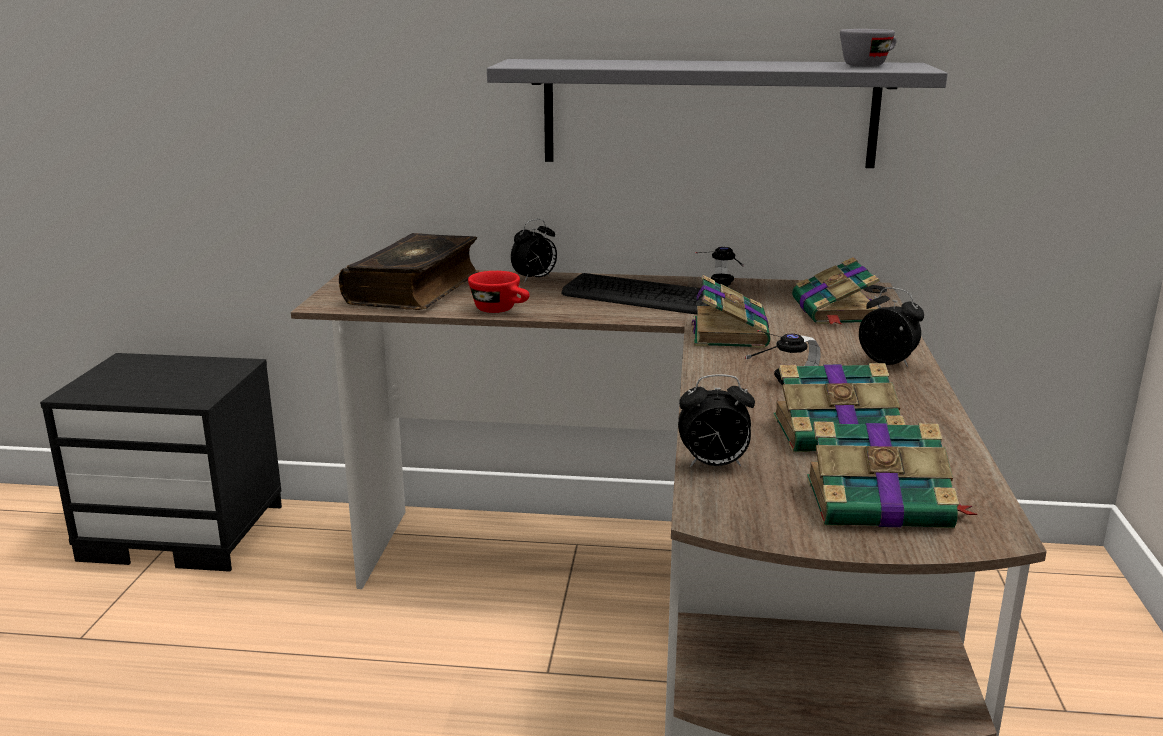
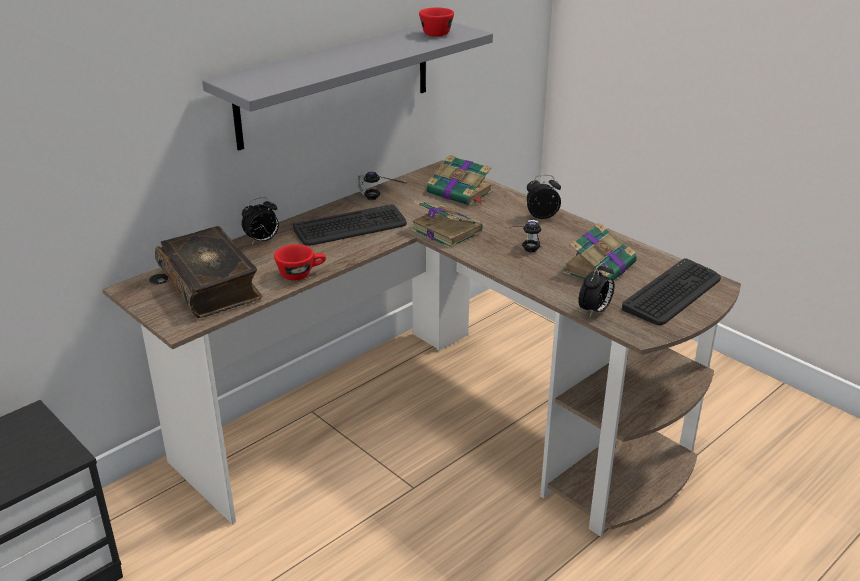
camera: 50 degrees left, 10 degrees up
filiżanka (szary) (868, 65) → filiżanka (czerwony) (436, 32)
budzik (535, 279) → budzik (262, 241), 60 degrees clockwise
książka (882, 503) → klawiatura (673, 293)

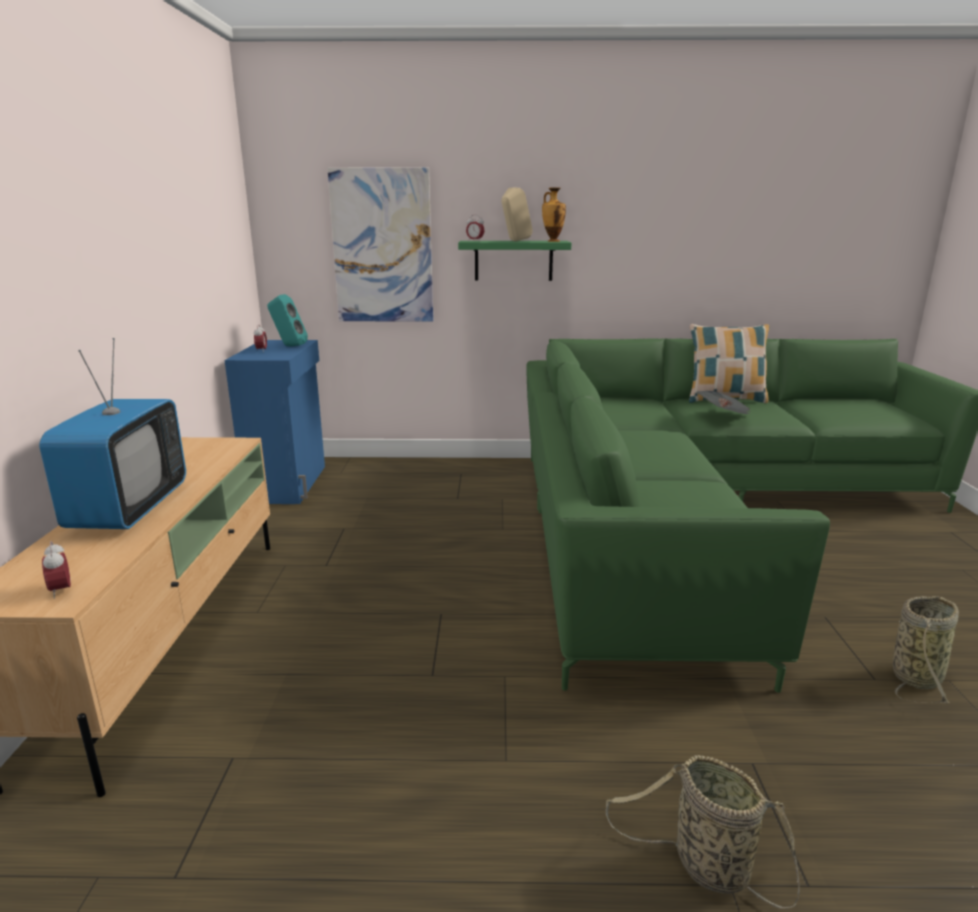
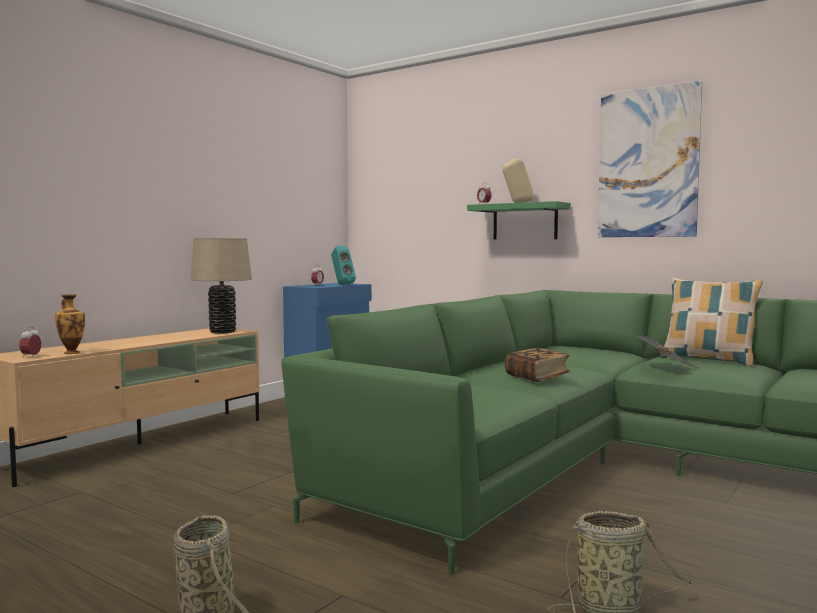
camera: 35 degrees right, 15 degrees down
obraz (382, 247) → obraz (647, 163), move
wazon (552, 241) → wazon (71, 352), move
telewizor (129, 508) → -
- → lampa stołowa (beżowy) (222, 332)
- → książka (536, 378)

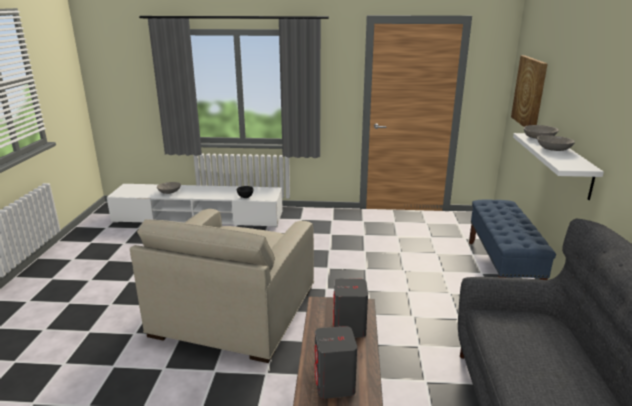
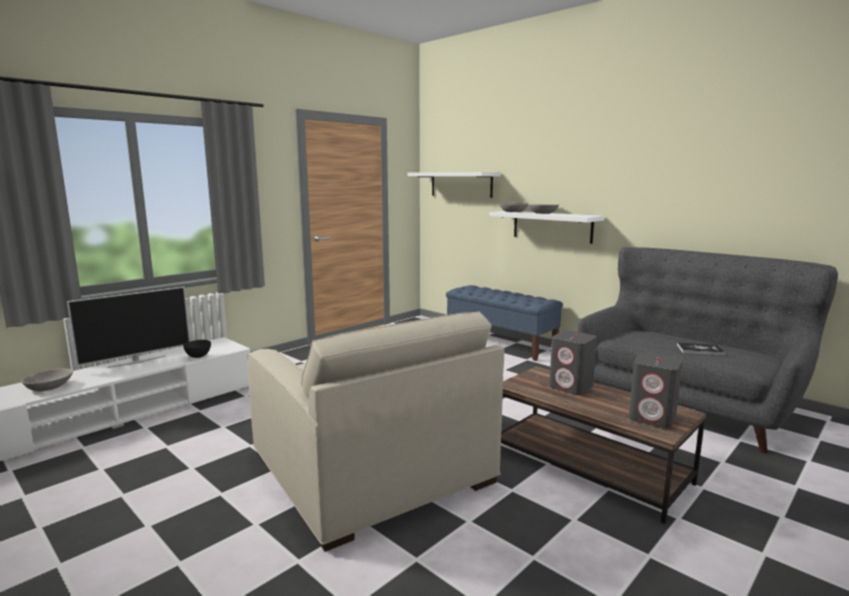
camera: 50 degrees left, 10 degrees down
obraz (529, 92) → półka (biały) (461, 184)
- → telewizor (137, 361)
- → książka (700, 350)

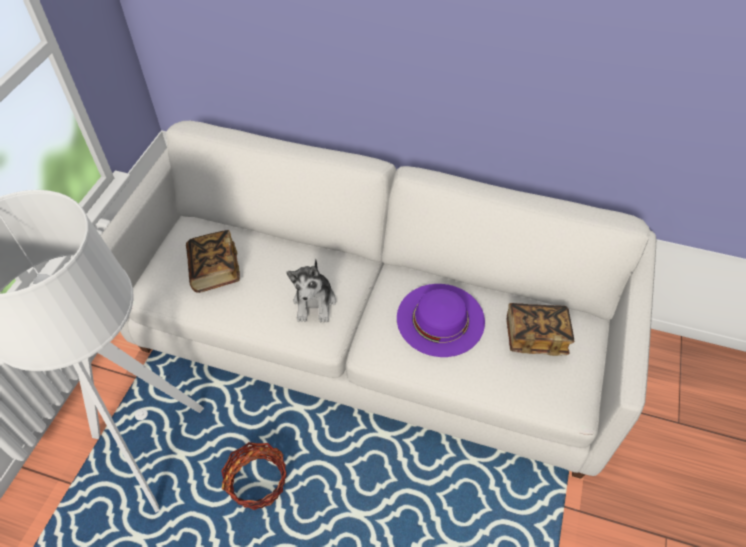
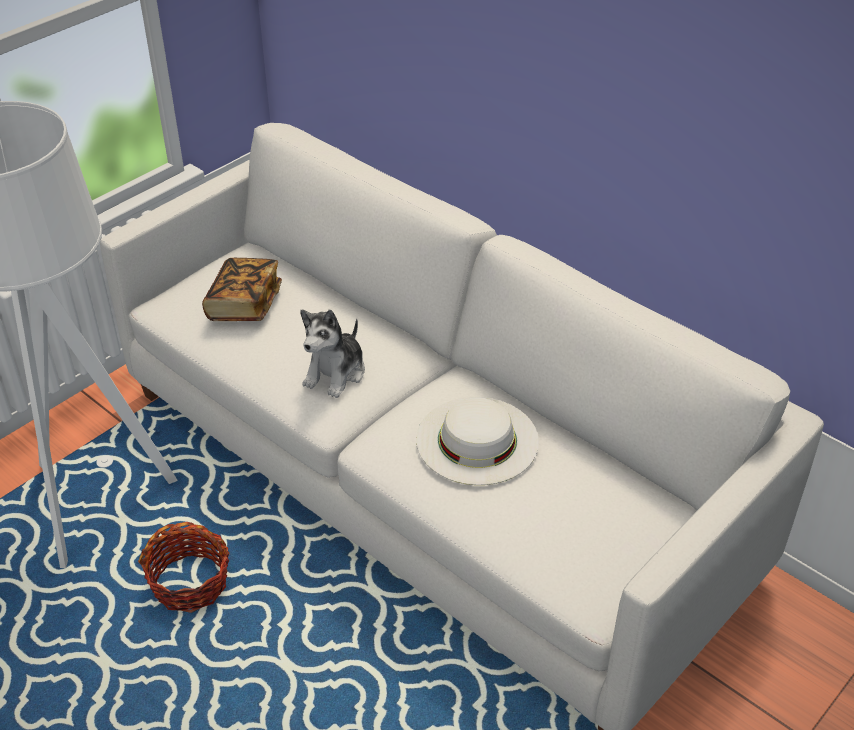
camera: 25 degrees right, 10 degrees down
kapelusz (fioletowy) (440, 319) → kapelusz (biały) (477, 440)
książka (535, 336) → -

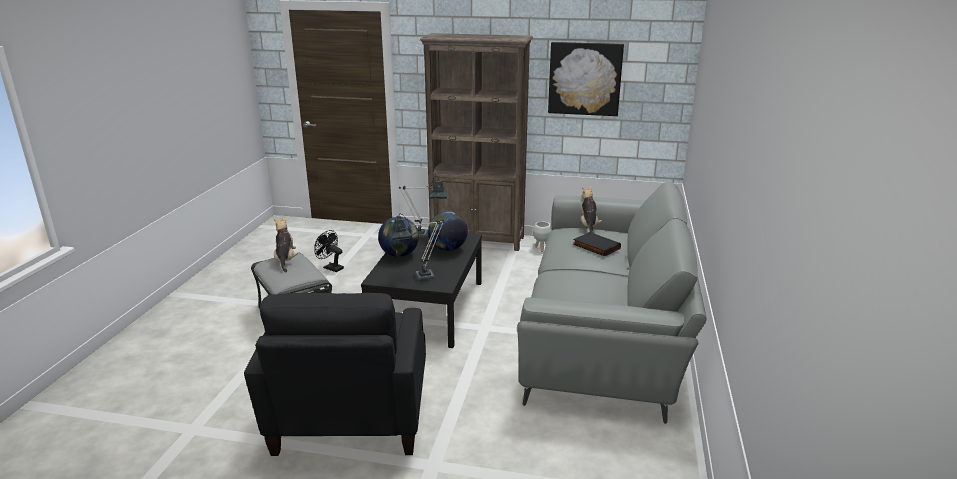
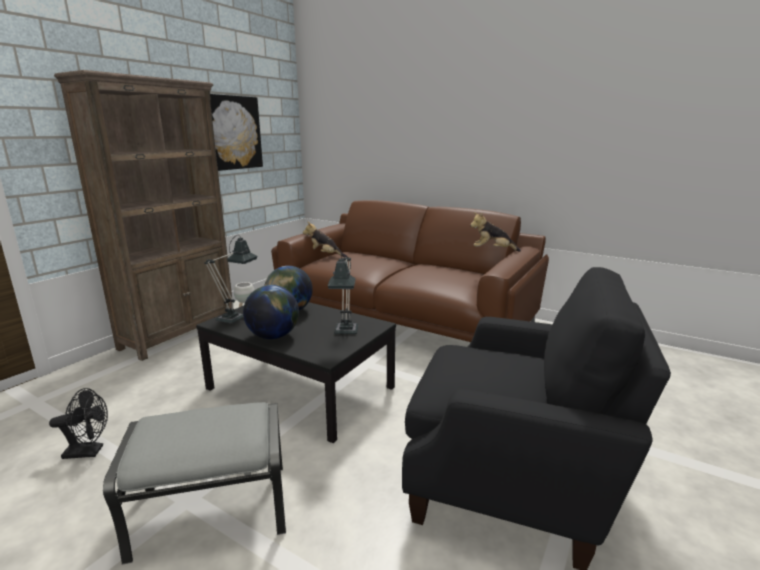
camera: 70 degrees left, 5 degrees down
kanapa (szary) (605, 328) → kanapa (brązowy) (405, 317)
pluszak (285, 260) → pluszak (492, 251), move
wentylator (czarny) (331, 268) → wentylator (czarny) (89, 451), 150 degrees counterclockwise
książka (czarny) (595, 247) → -

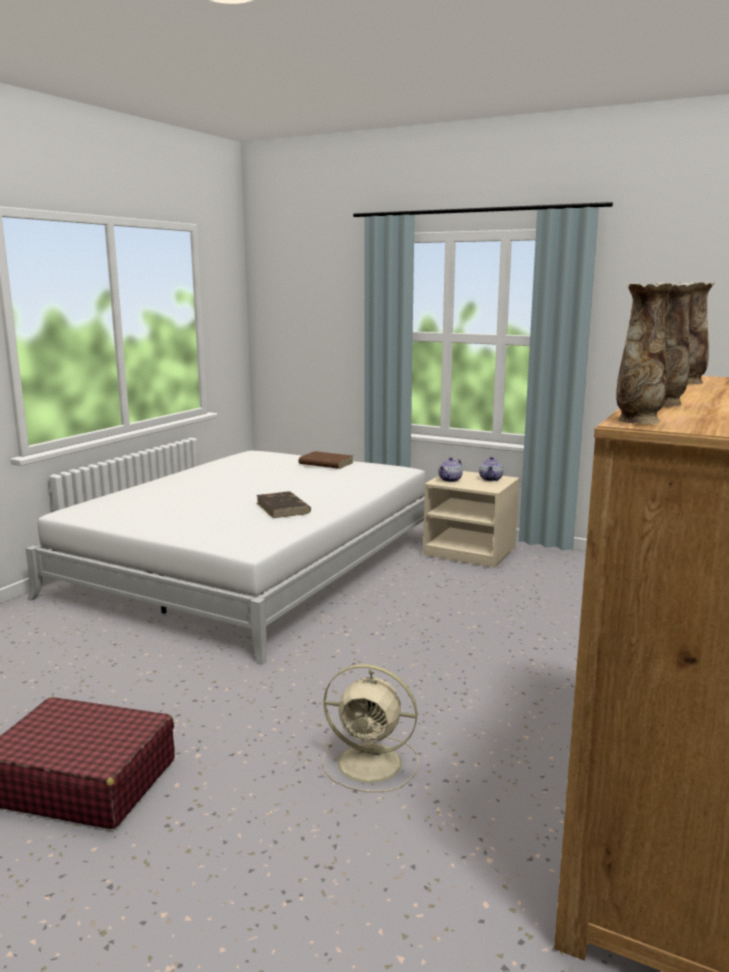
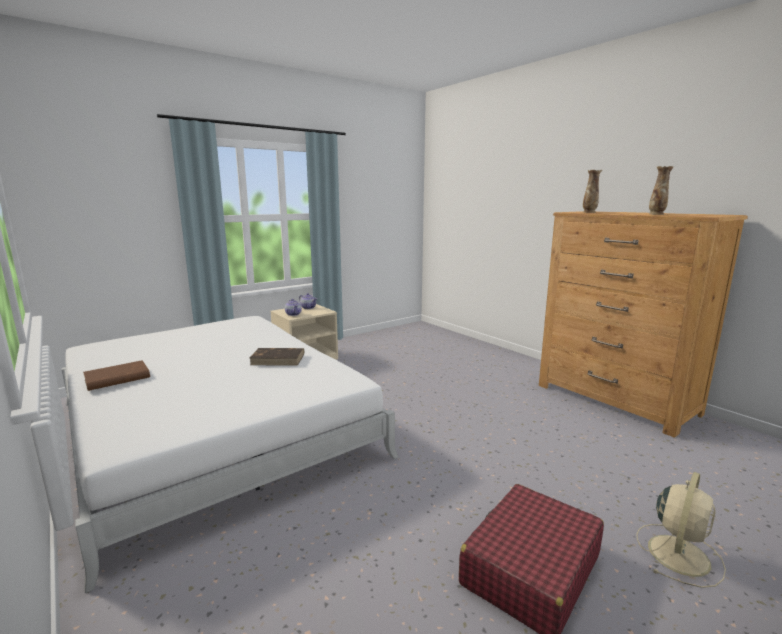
camera: 65 degrees left, 0 degrees up
wazon (638, 421) → -
książka (brązowy) (325, 463) → książka (brązowy) (117, 379), move
wentylator (beżowy) (372, 763) → wentylator (beżowy) (679, 553), move

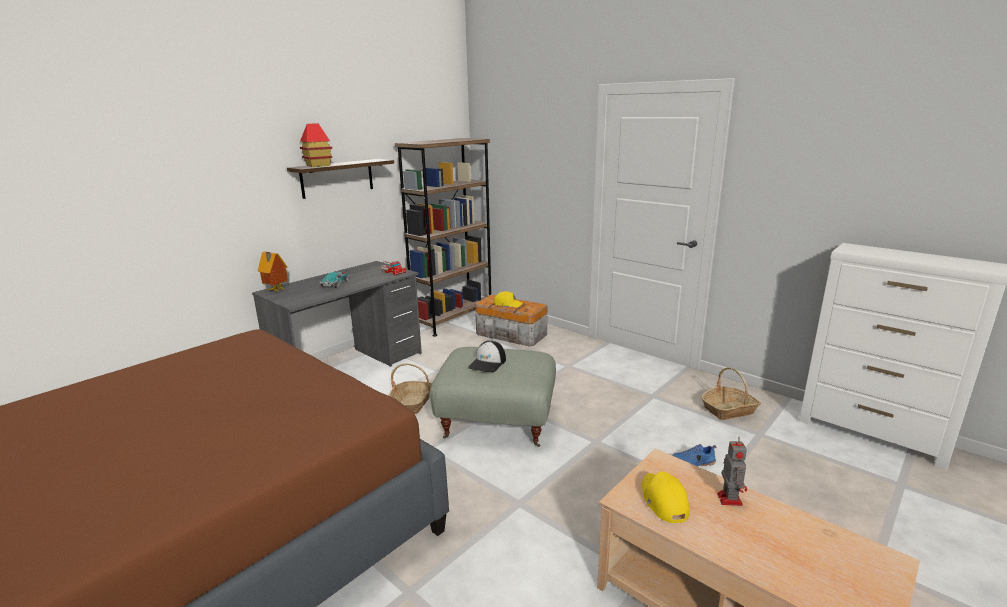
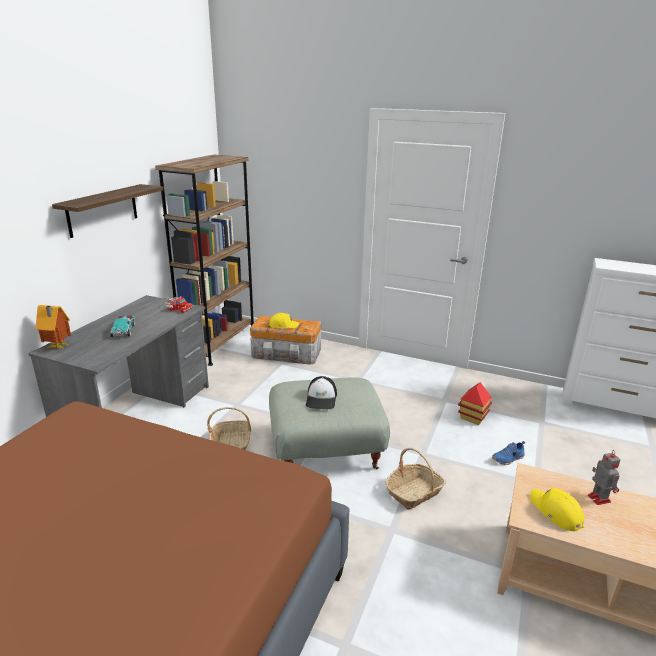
camera: 20 degrees left, 5 degrees up
domek (318, 165) → domek (472, 417), move
koszyk (729, 410) → koszyk (414, 492), move

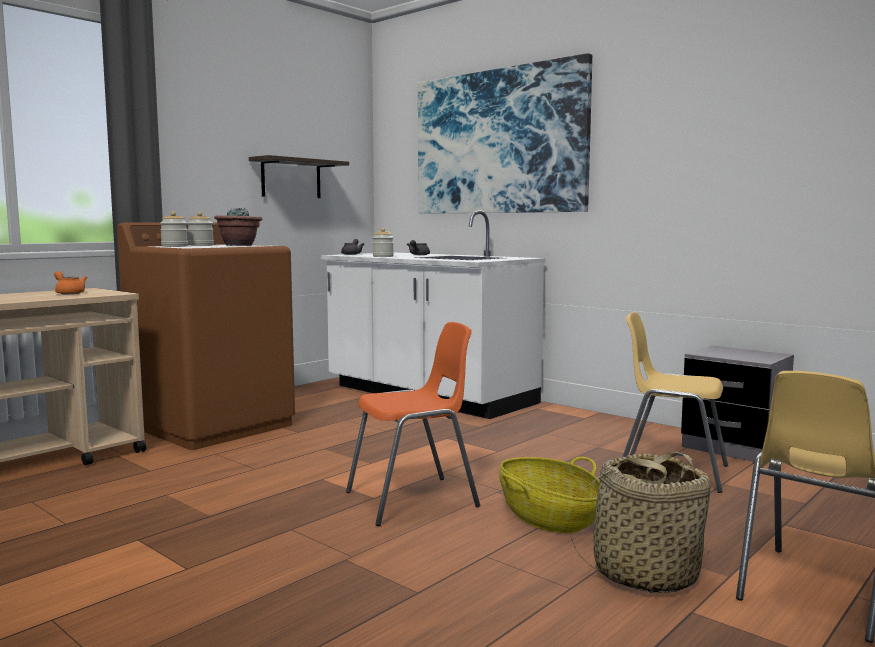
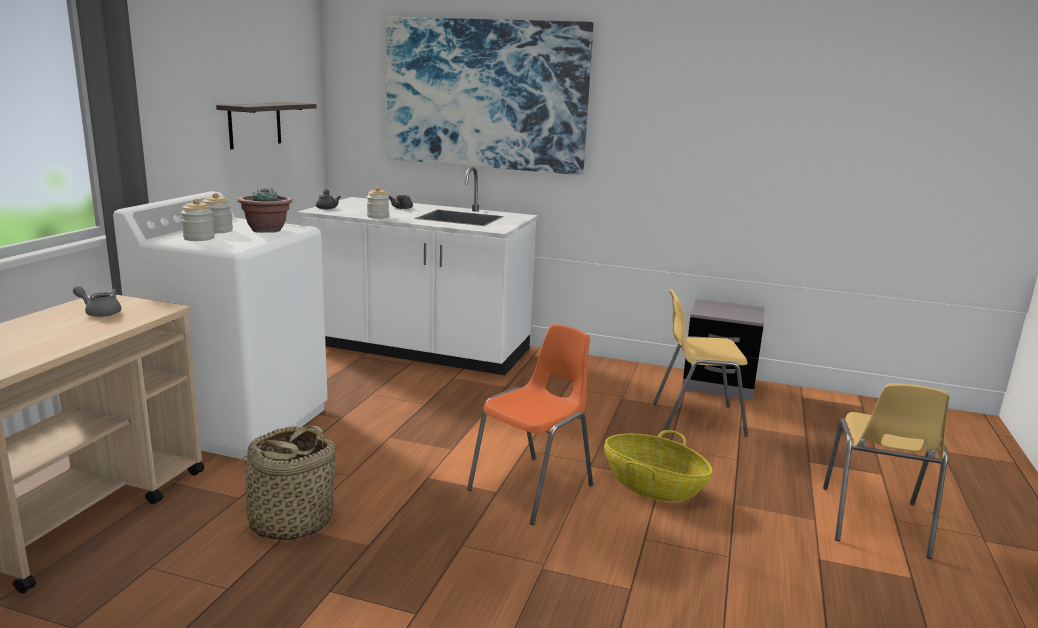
camera: 25 degrees left, 10 degrees up
pralka (brązowy) (213, 426) → pralka (biały) (239, 422)
imbryk (pomarańczowy) (69, 293) → imbryk (szary) (100, 312)
koszyk (644, 573) → koszyk (291, 521), move

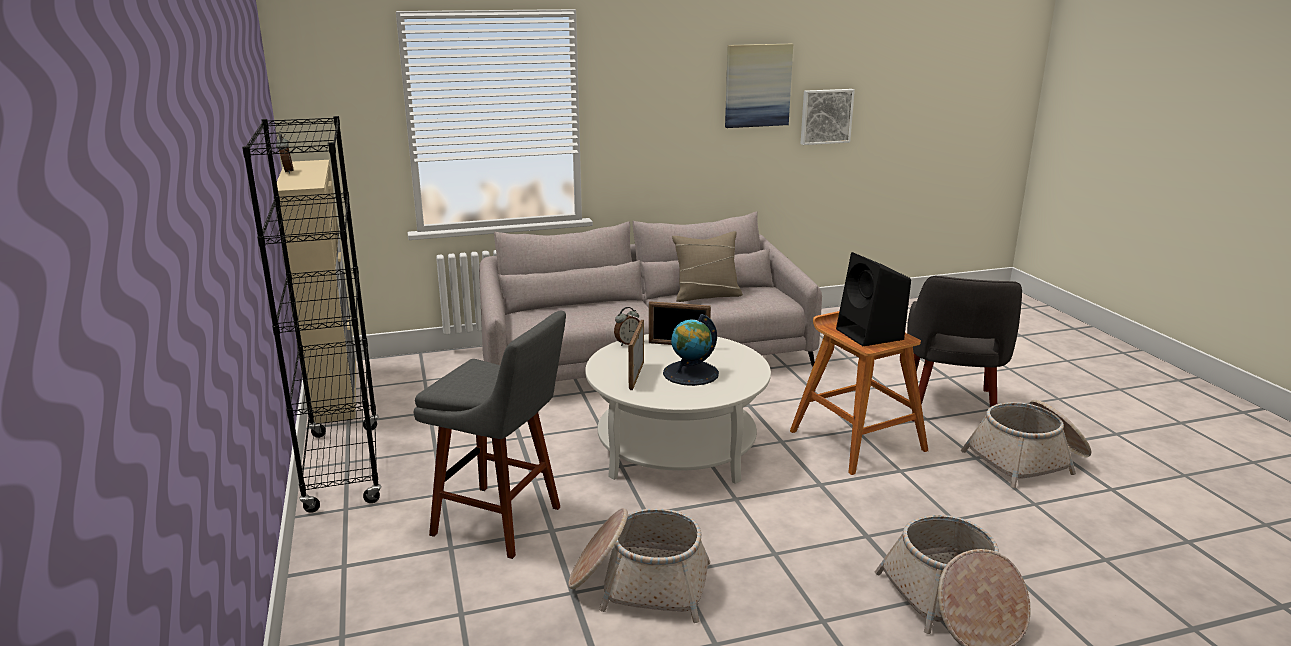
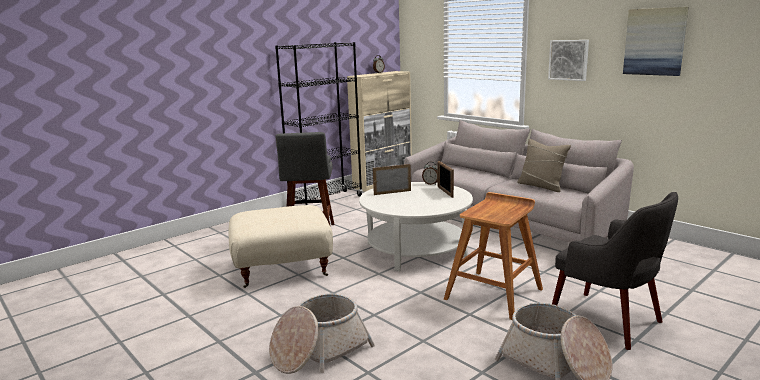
camera: 65 degrees right, 5 degrees down
obraz (825, 116) → obraz (569, 60), move
głośnik (czarny) (871, 335) → -
fotel (szary) (950, 406) → fotel (szary) (607, 320), 120 degrees counterclockwise
globus (691, 373) → -
koszyk (639, 584) → pufa (beżowy) (283, 269)

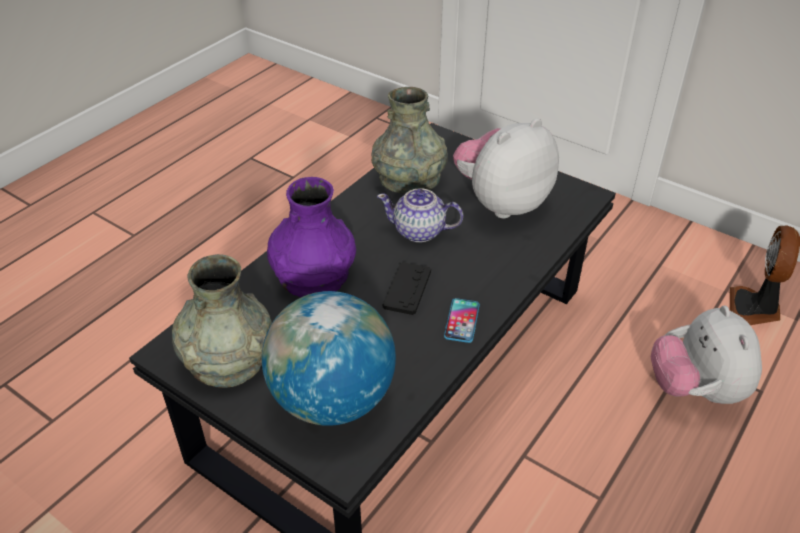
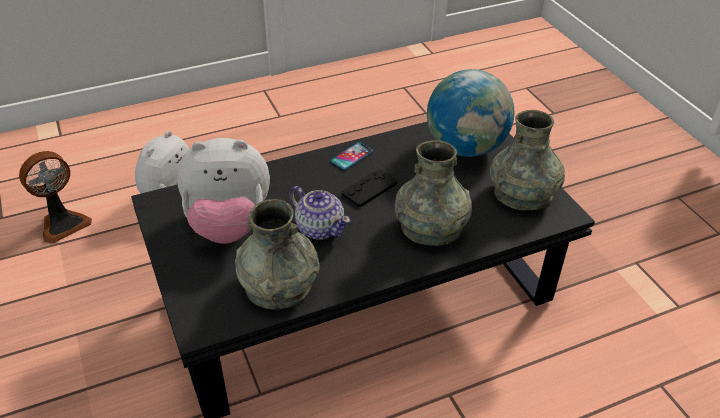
camera: 150 degrees left, 0 degrees up
wazon (fioletowy) (313, 274) → wazon (szary) (431, 227)

